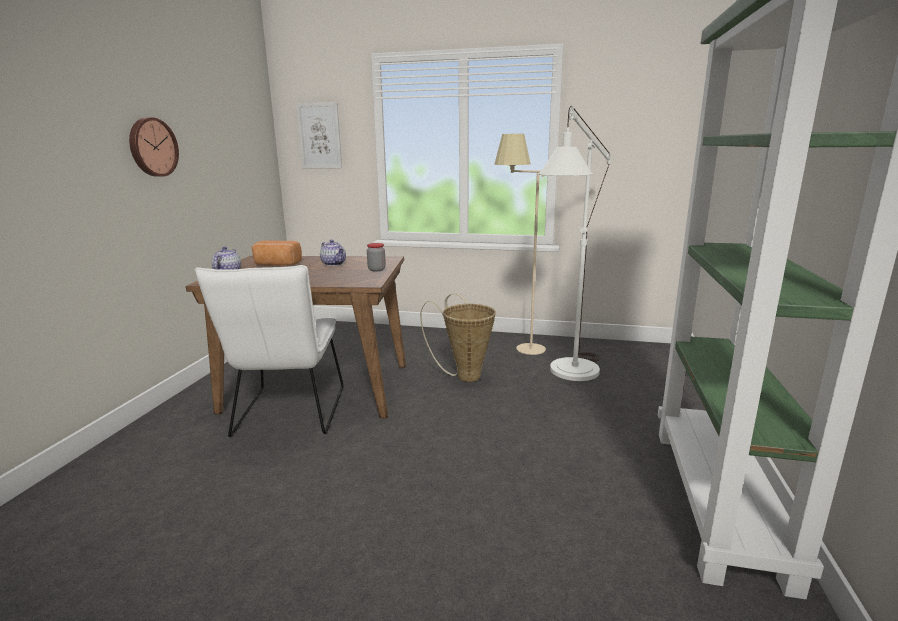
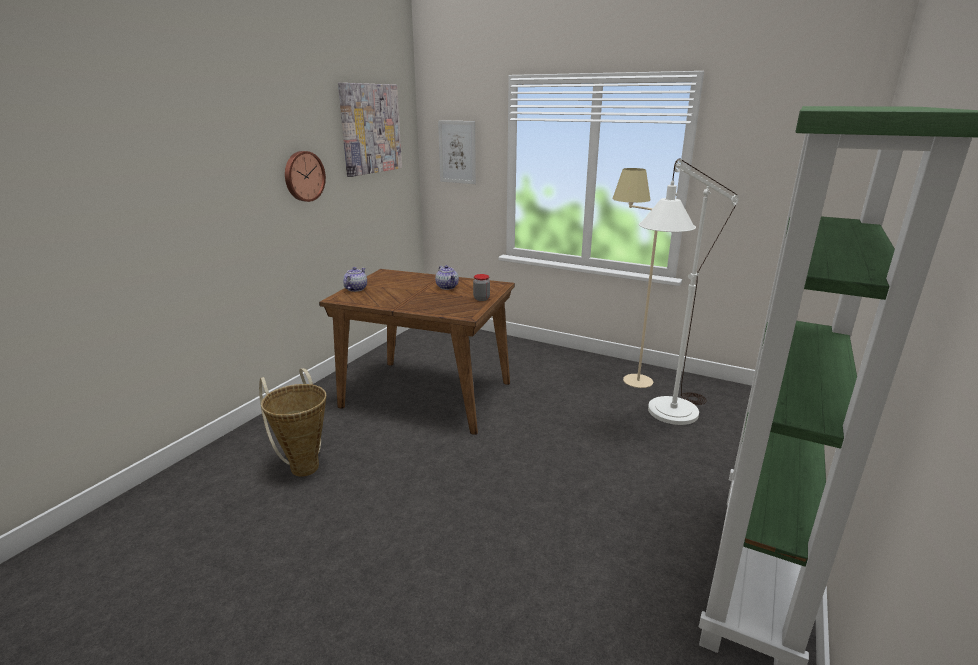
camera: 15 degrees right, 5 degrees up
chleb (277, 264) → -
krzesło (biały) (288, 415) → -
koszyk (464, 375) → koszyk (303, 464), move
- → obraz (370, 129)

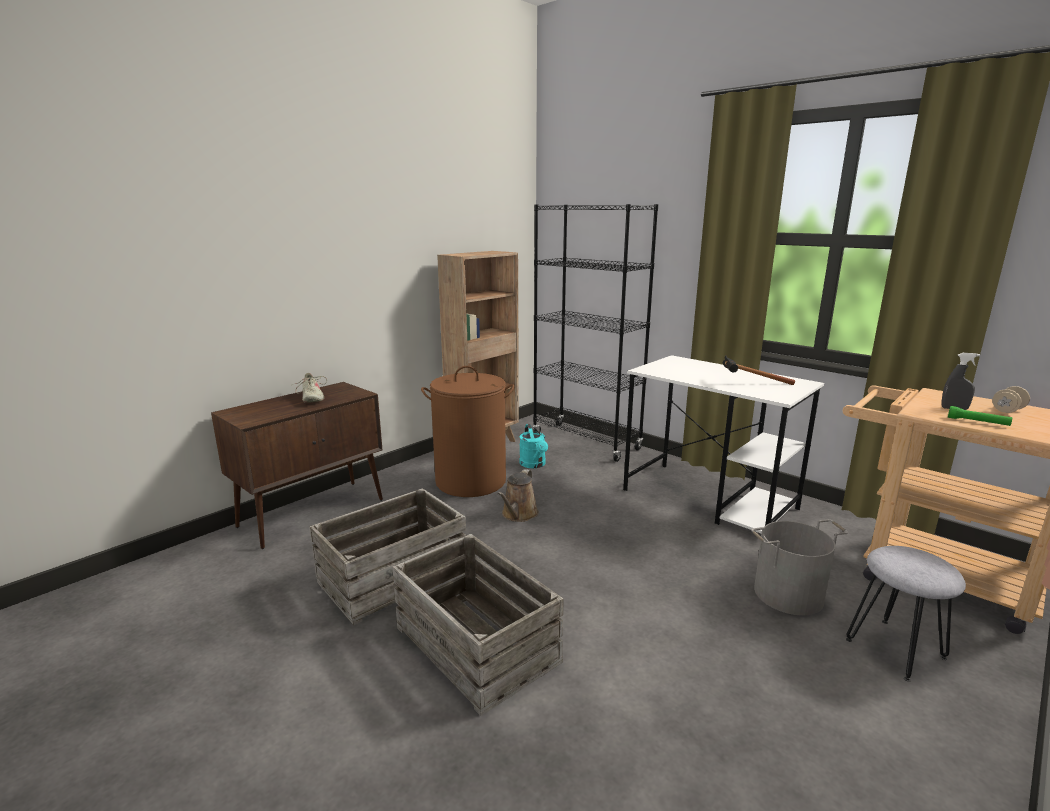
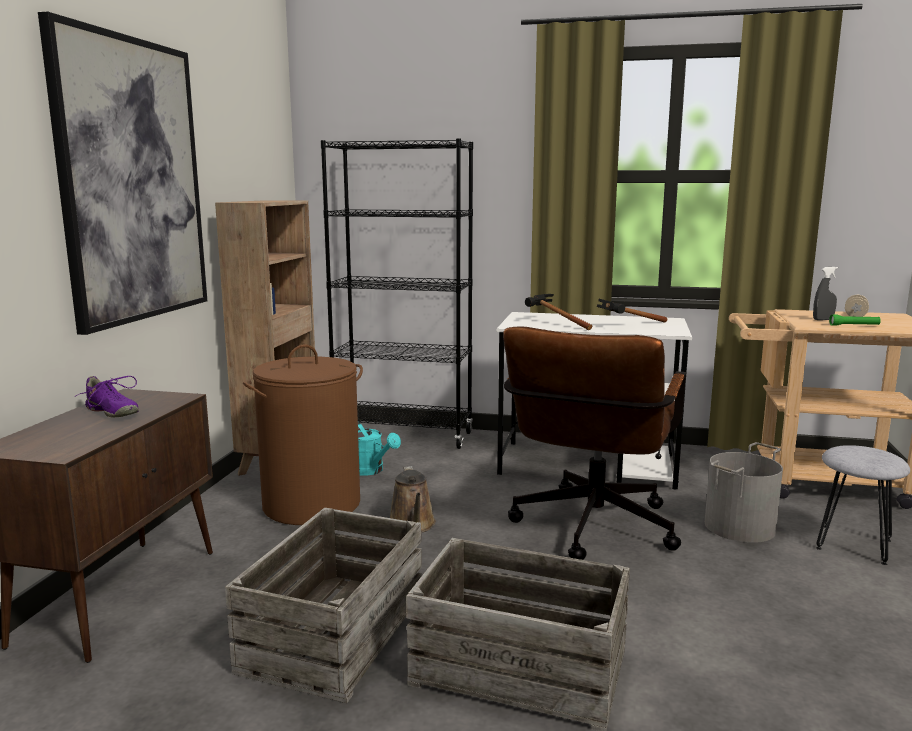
camera: 30 degrees left, 5 degrees down
but (beżowy) (311, 398) → but (fioletowy) (111, 412)
- → obraz (132, 181)
- → młotek (553, 323)
- → krzesło biurowe (brązowy) (590, 532)

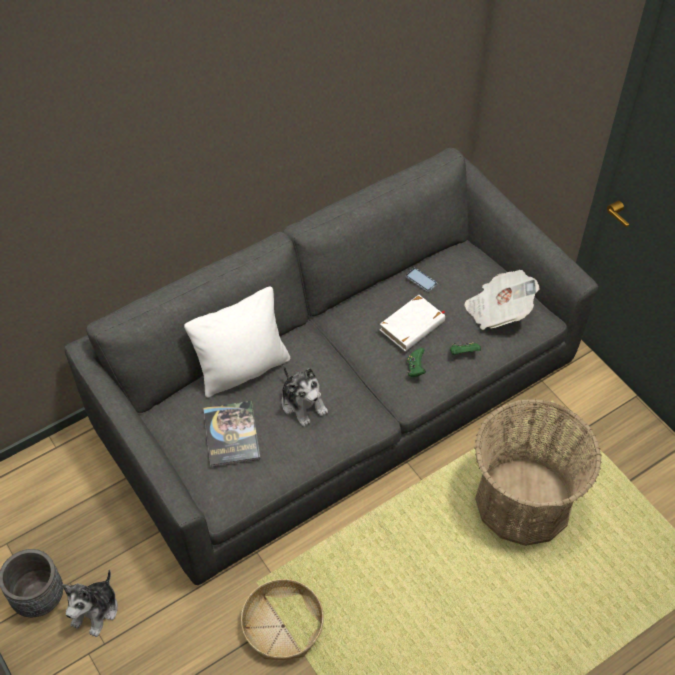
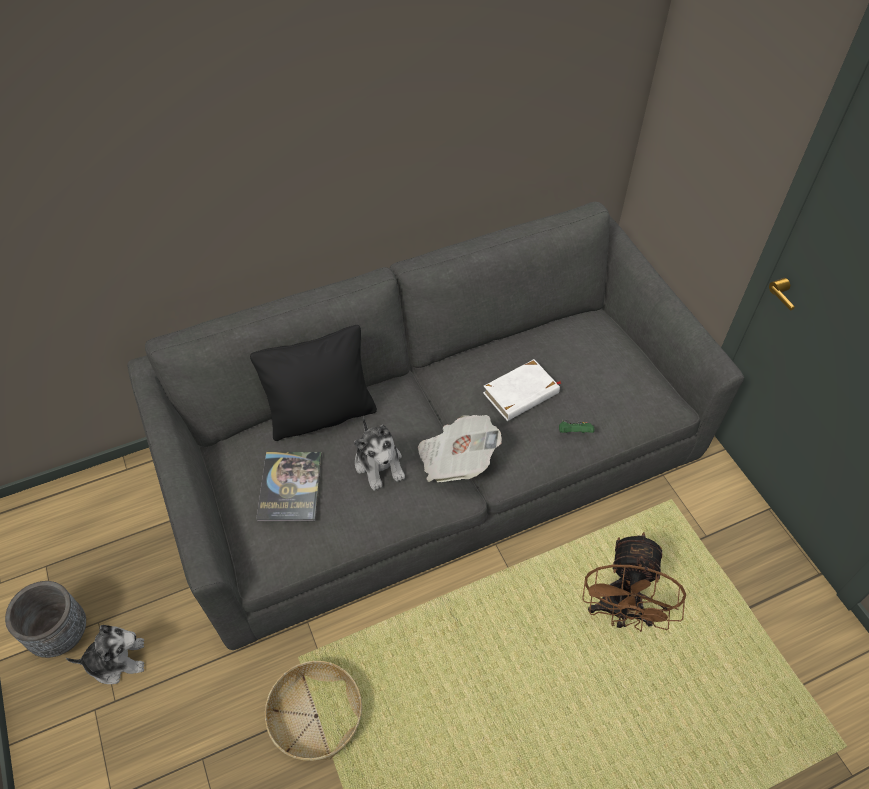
camera: 10 degrees right, 0 degrees up
telefon (421, 280) → -
gazeta (498, 310) → gazeta (456, 459), move
poduszka (biały) (242, 369) → poduszka (czarny) (322, 414)
pad do gier (zielony) (415, 368) → -
koszyk (523, 501) → wentylator (brązowy) (620, 612)
pluszak (96, 611) → pluszak (117, 660), 135 degrees counterclockwise

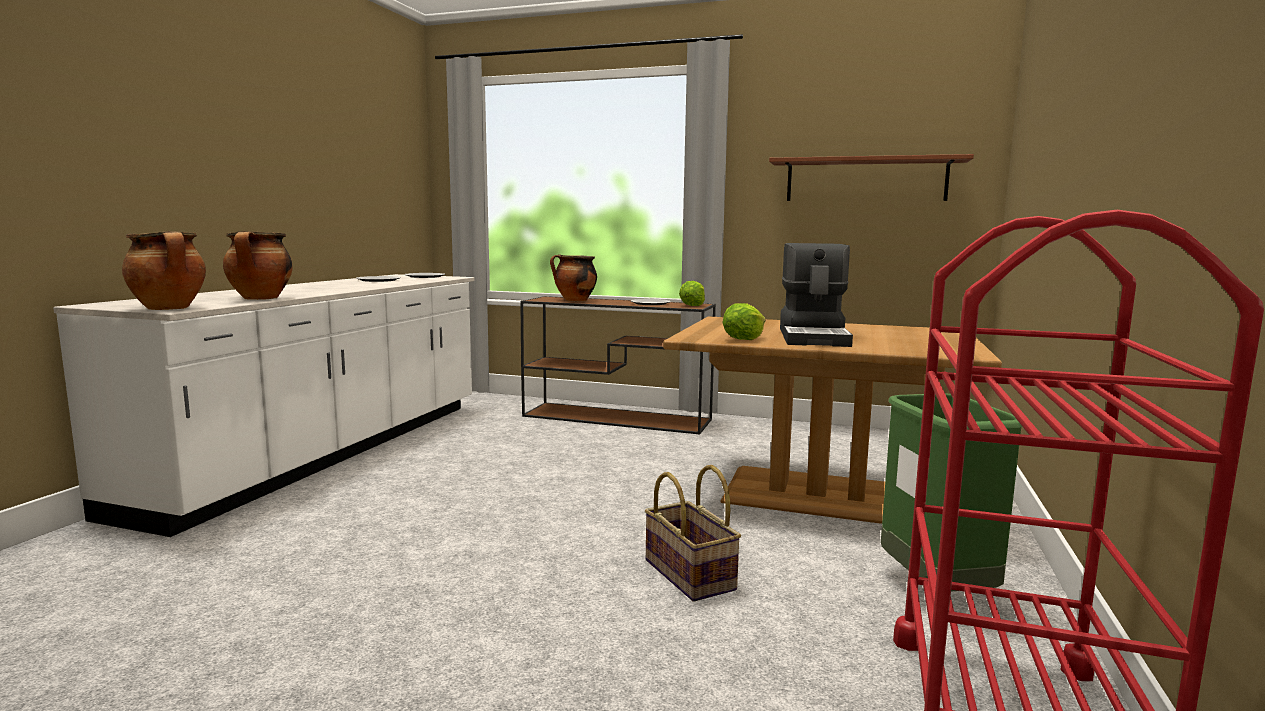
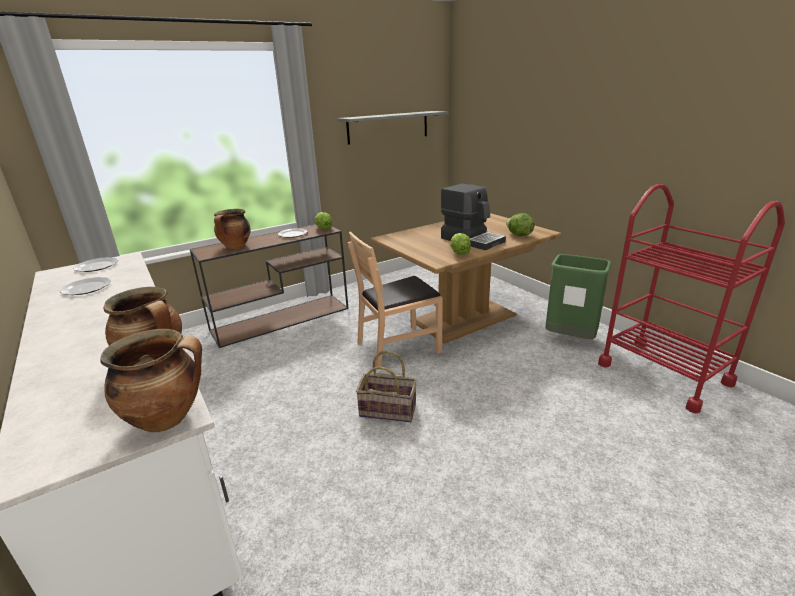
camera: 50 degrees left, 15 degrees up
półka (brązowy) (865, 180) → półka (szary) (388, 127)
koszyk (691, 575) → koszyk (388, 410), move
- → sałata (519, 235)
- → krzesło (brązowy) (398, 346)

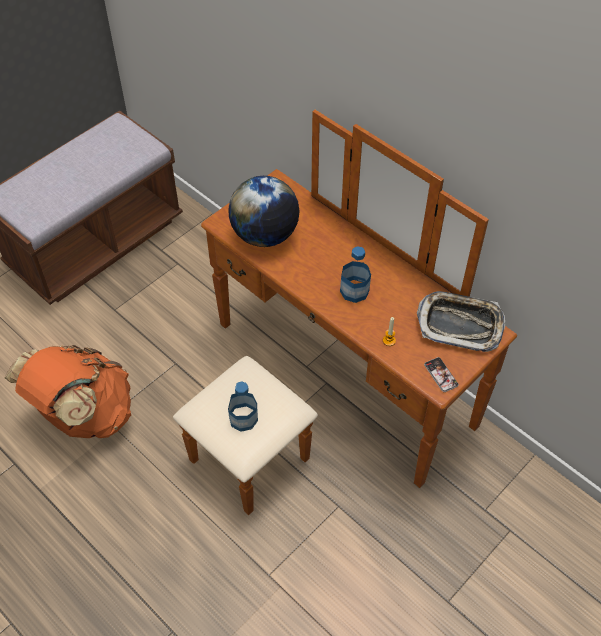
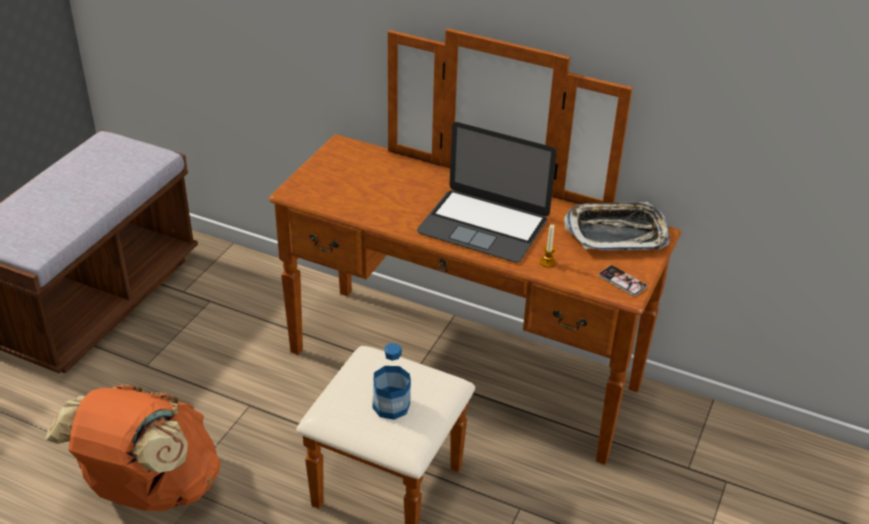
camera: 20 degrees left, 15 degrees down
globus (265, 235) → -
butelka (354, 291) → laptop (483, 225)

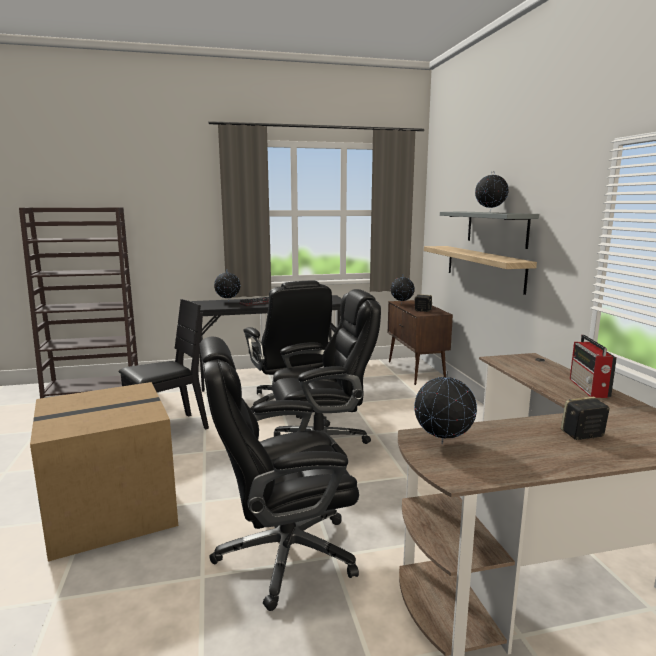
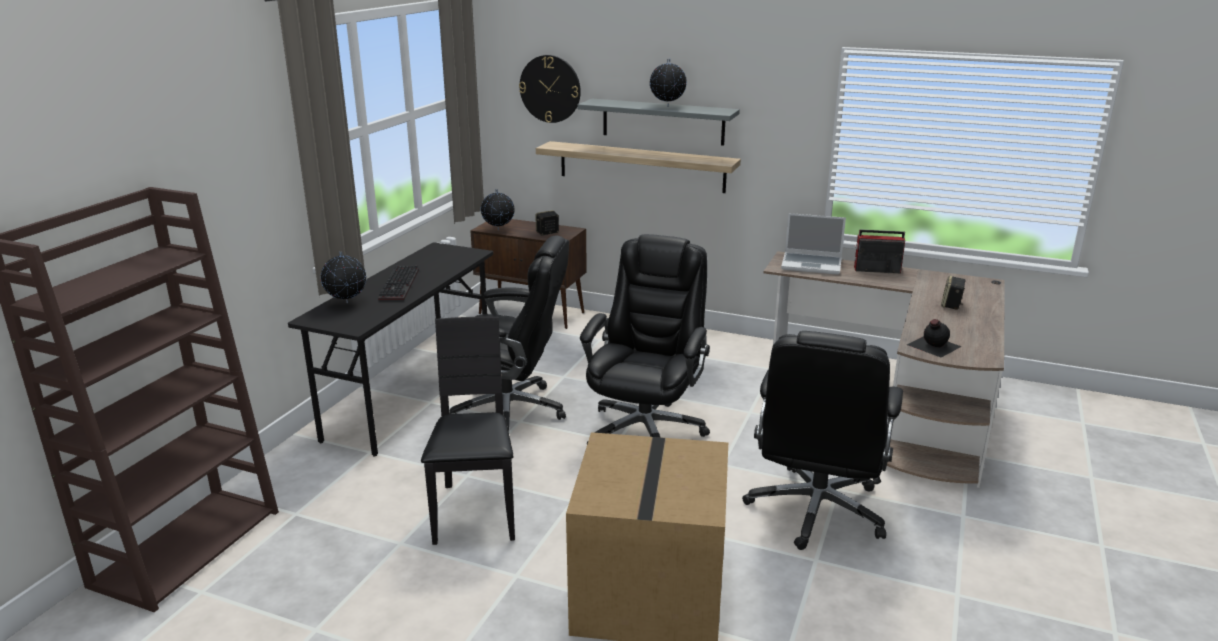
camera: 55 degrees left, 10 degrees up
radio (589, 388) → radio (876, 270), 150 degrees clockwise
globus (443, 443) → butelka (czarny) (932, 345)
- → zegar ścienny (550, 89)
- → laptop (812, 264)

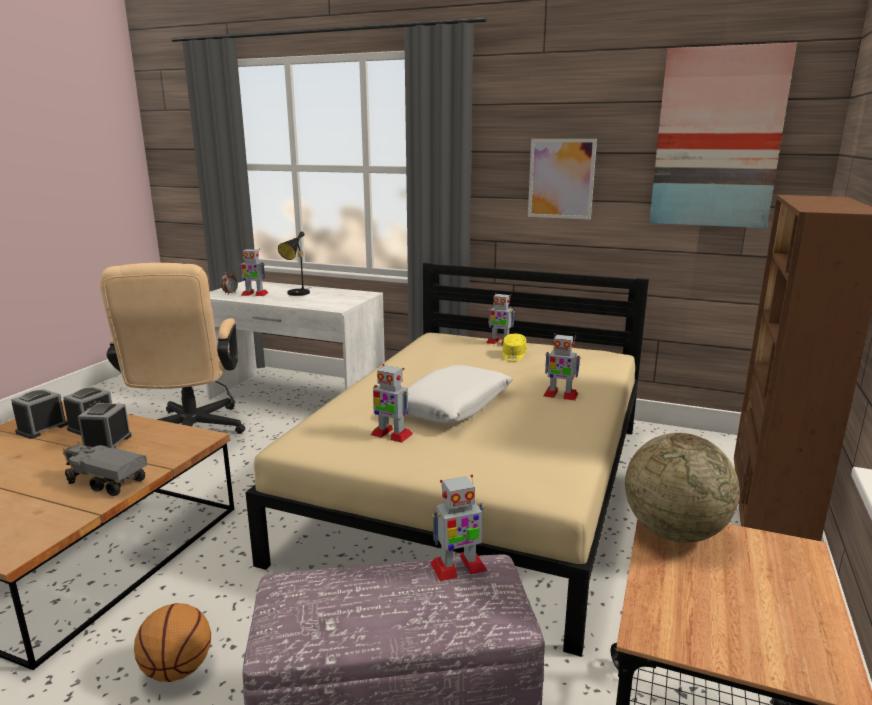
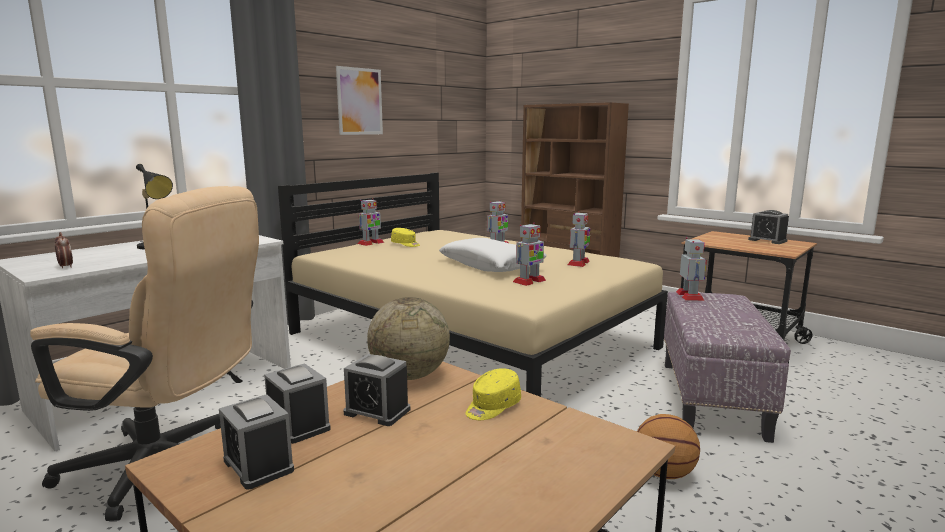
camera: 70 degrees left, 5 degrees down
obraz (717, 139) → -
robot zabawkowy (254, 294) → robot zabawkowy (578, 263), move
globus (674, 532) → globus (409, 376), move
ciężarówka zabawkowa (105, 482) → czapka z daszkiem (żółty) (492, 407)
- → budzik (767, 240)

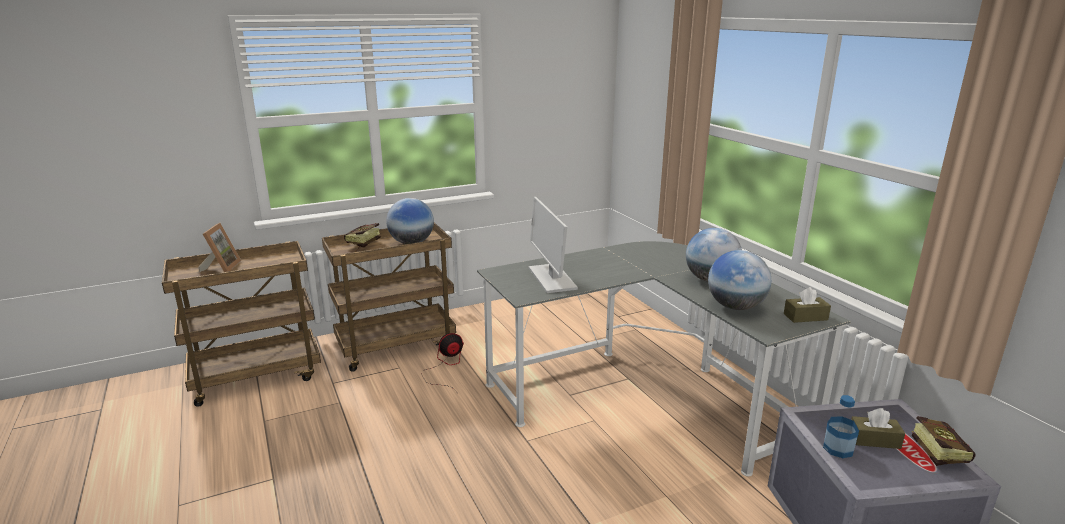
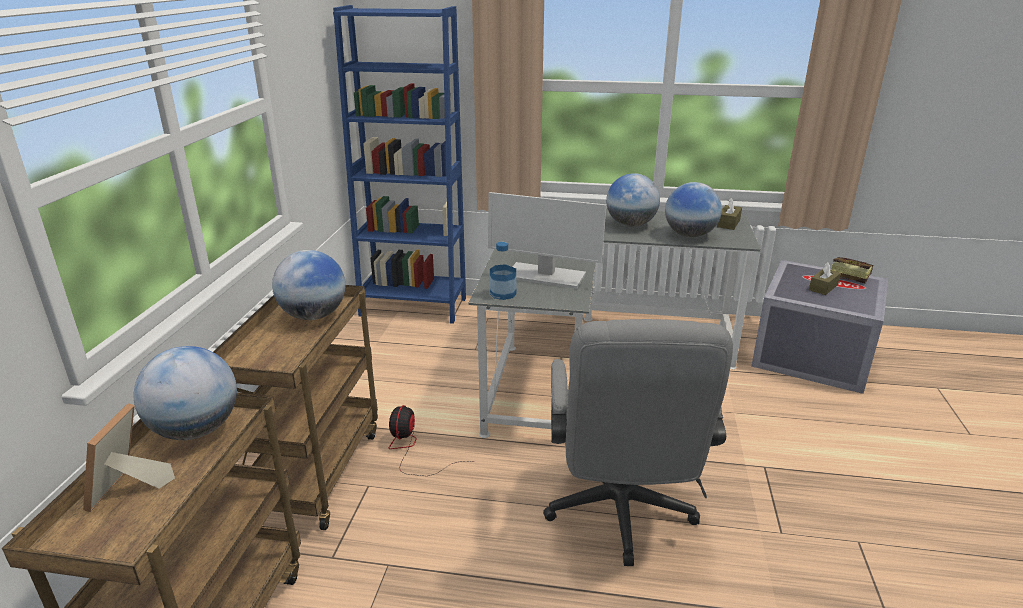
camera: 55 degrees left, 5 degrees up
ramka na zdjęcie (221, 267) → ramka na zdjęcie (129, 491), 120 degrees counterclockwise
książka (361, 245) → -
butelka (838, 448) → butelka (503, 294), move
- → regał (niebieski) (413, 307)
- → krzesło biurowe (szary) (619, 515)
- → globus (196, 430)

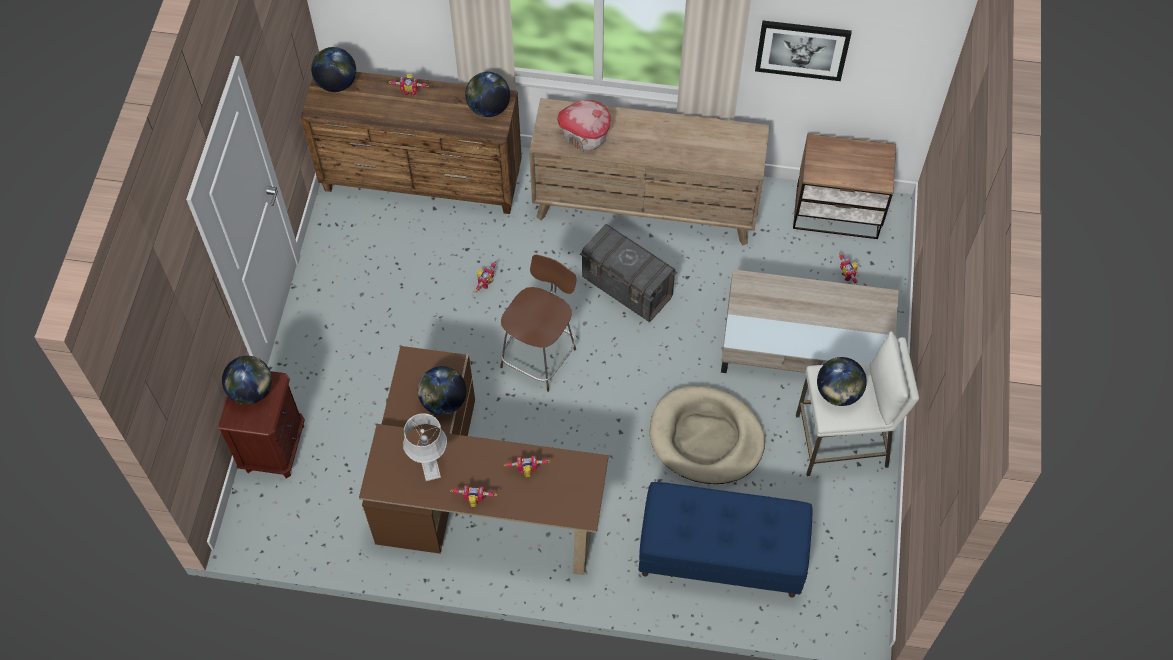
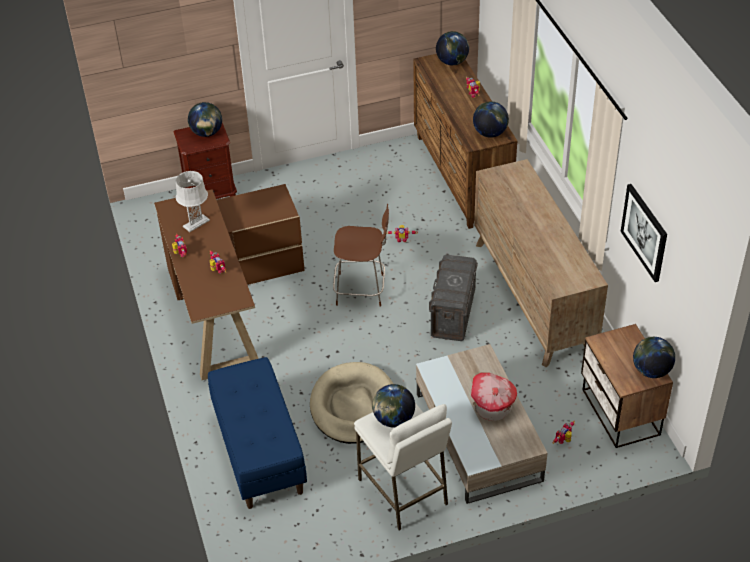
camera: 65 degrees right, 15 degrees down
domek (585, 136) → domek (492, 407), move
globus (443, 401) → globus (651, 371), move

